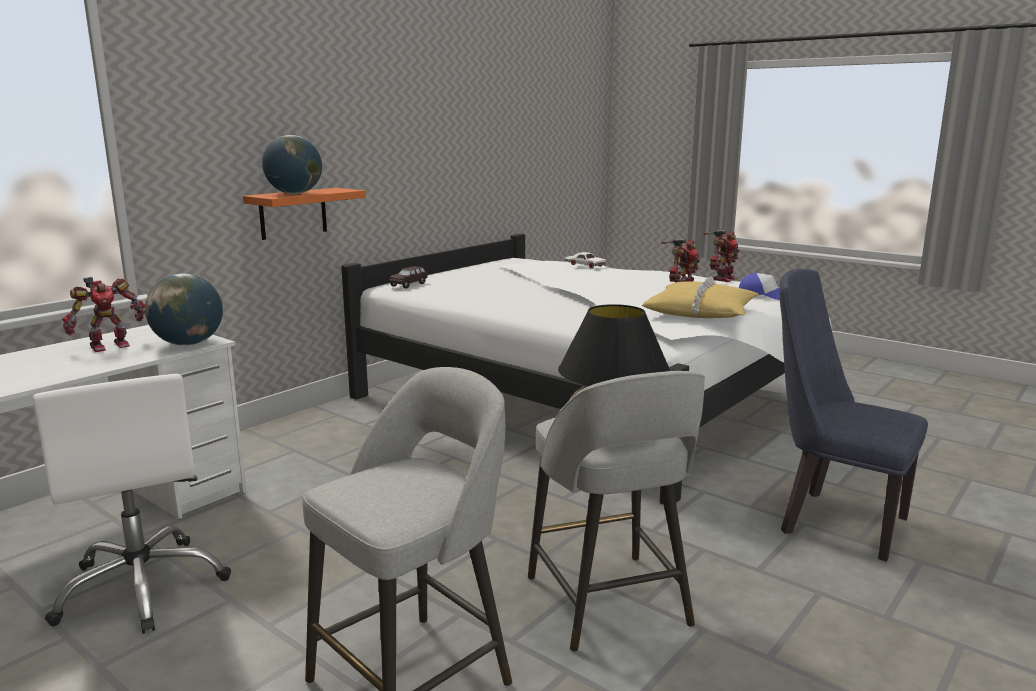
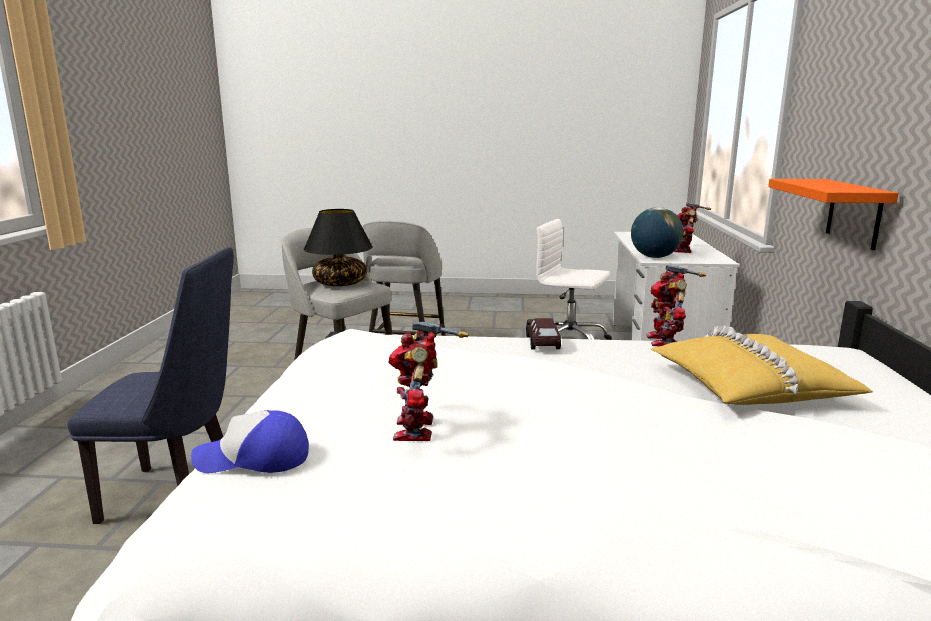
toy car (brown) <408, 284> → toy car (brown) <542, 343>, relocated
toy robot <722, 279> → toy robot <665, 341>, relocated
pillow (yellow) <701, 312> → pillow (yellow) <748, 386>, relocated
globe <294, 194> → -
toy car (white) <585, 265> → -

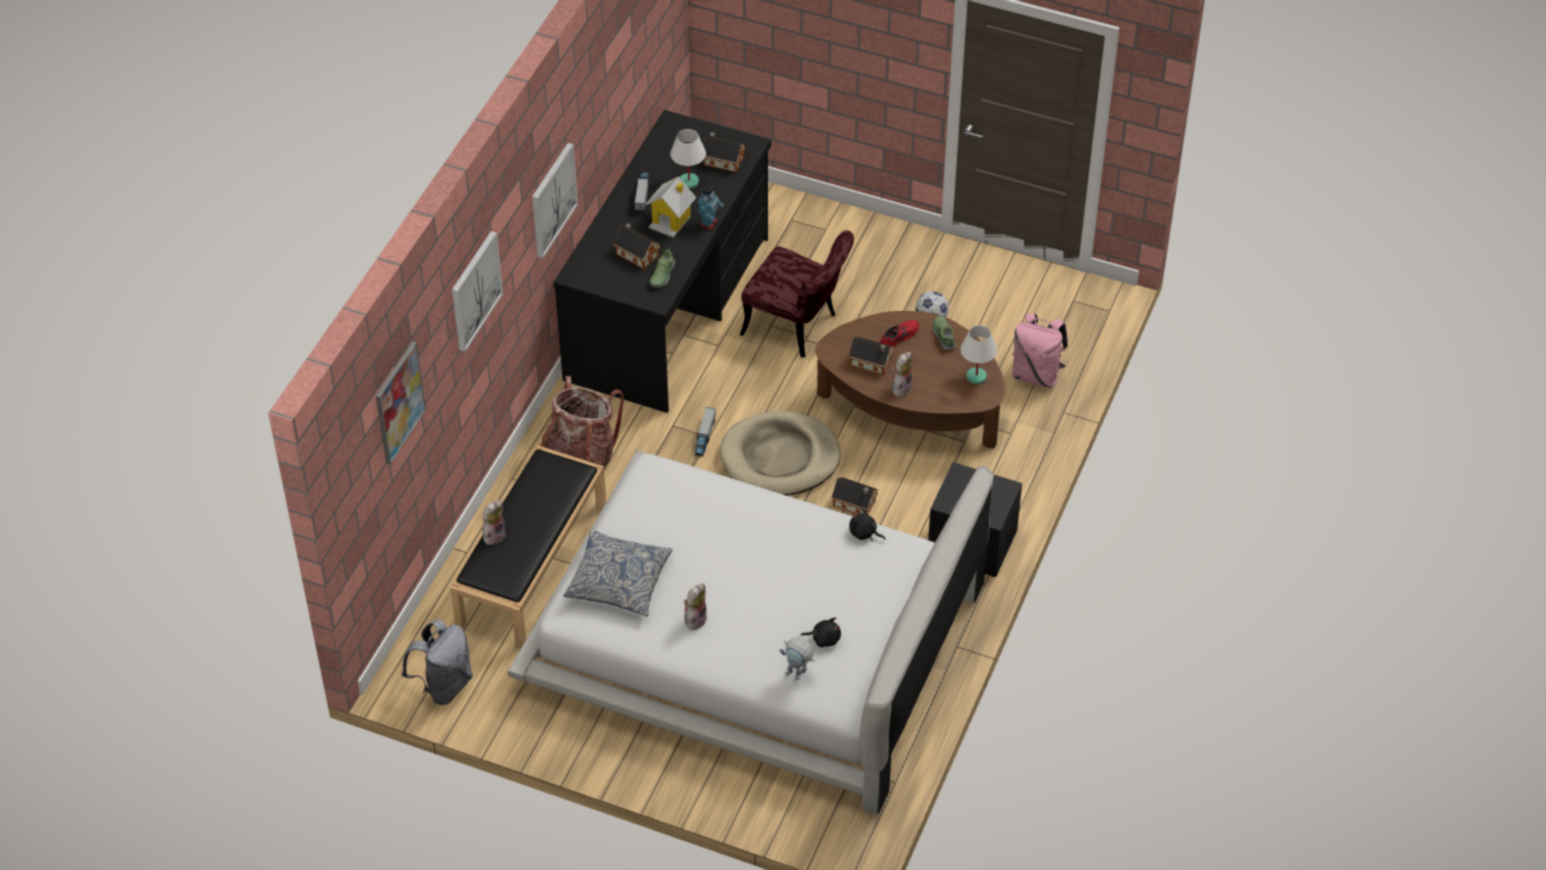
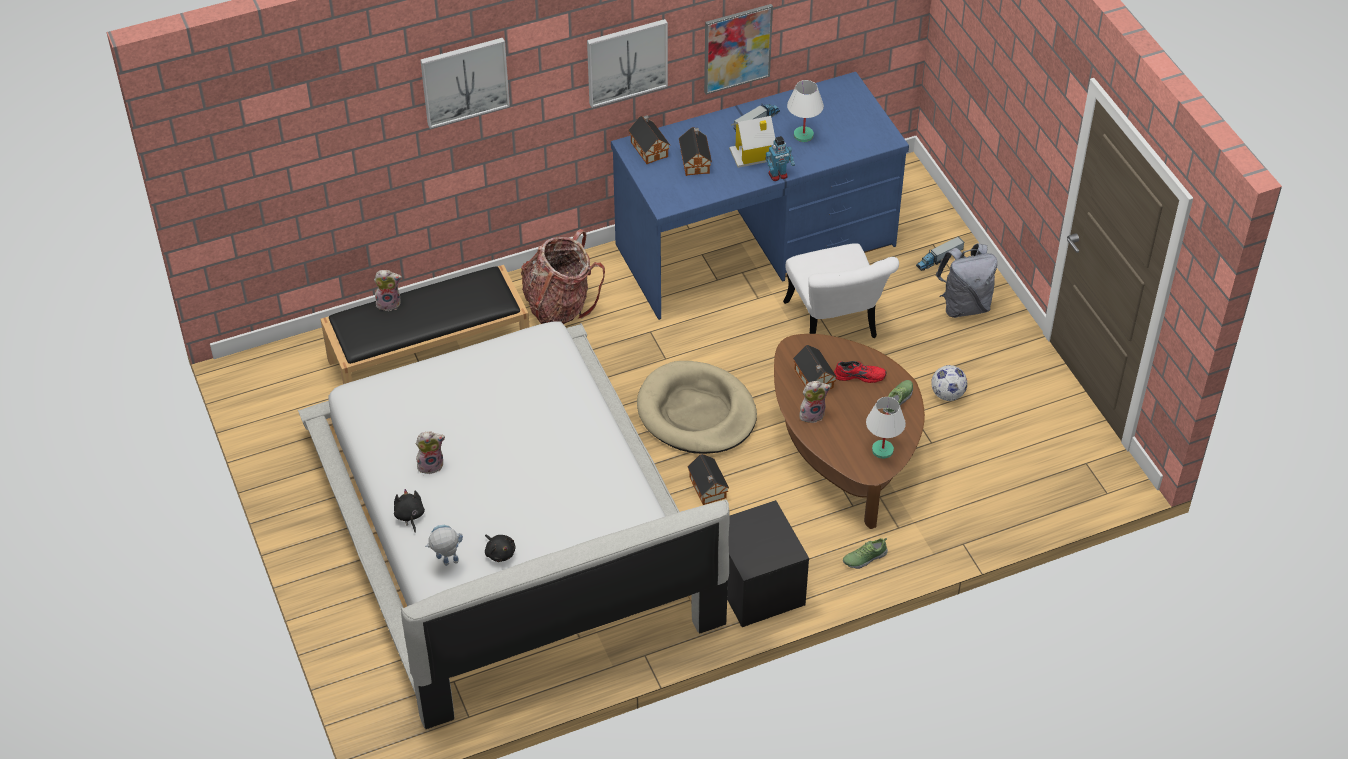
plush toy (black) <864, 533> → plush toy (black) <409, 516>, relocated
toy robot <798, 675> → toy robot <446, 564>, 90 degrees clockwise
desk (black) <670, 309> → desk (blue) <756, 247>
toy house <722, 160> → toy house <649, 148>, relocated
picture <399, 402> → picture <737, 48>, relocated
chair (red) <798, 327> → chair (white) <834, 327>
shoe <662, 275> → shoe <864, 557>, relocated
toy truck <704, 437> → toy truck <939, 259>, relocated
backpack (grey) <444, 685> → backpack (grey) <964, 305>, relocated
pillow <619, 581> → -
backpack (pink) <1036, 374> → -

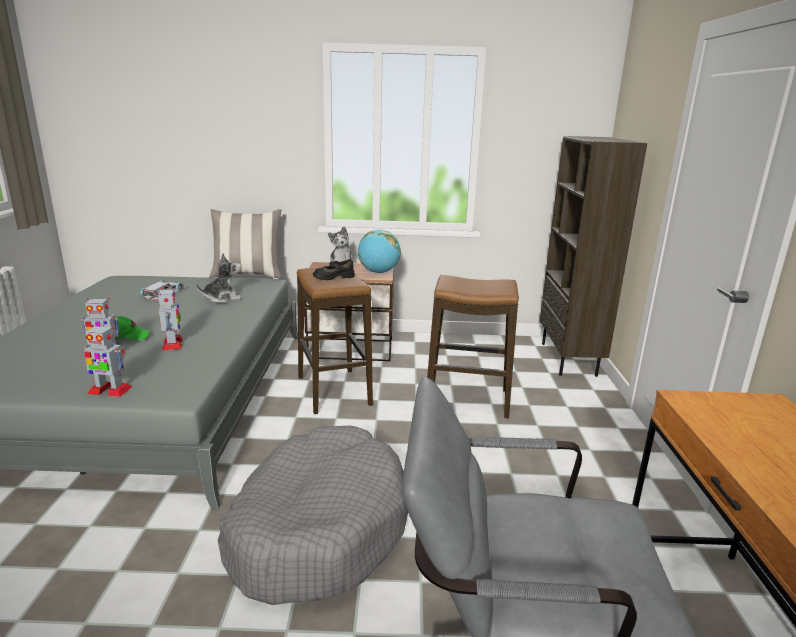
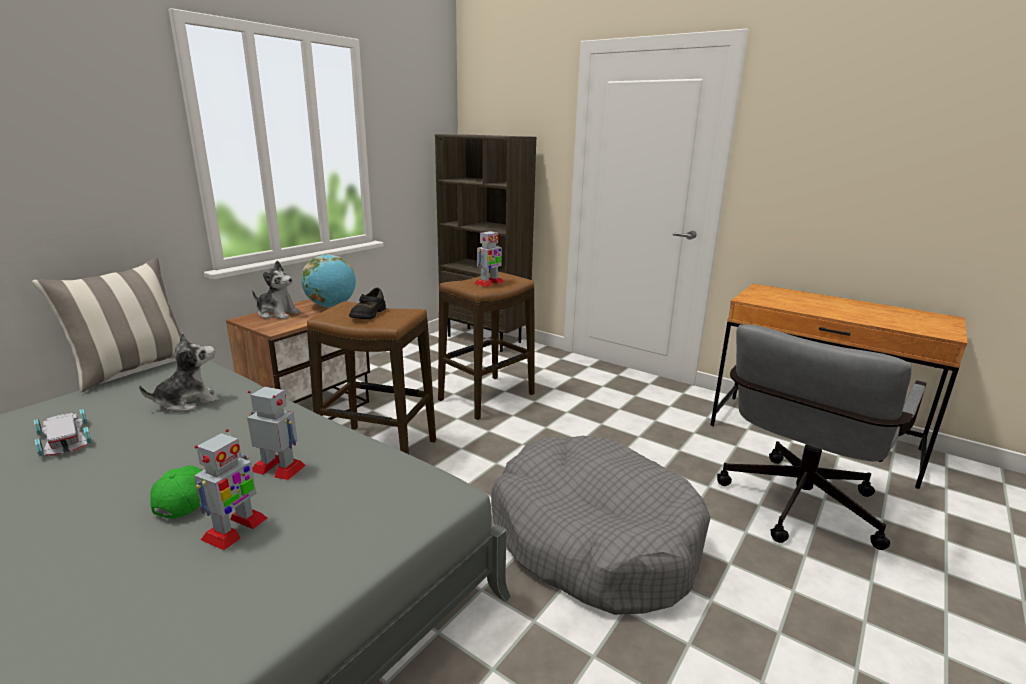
plush toy <222, 298> → plush toy <188, 402>, 45 degrees clockwise
toy robot <109, 390> → toy robot <489, 283>, relocated

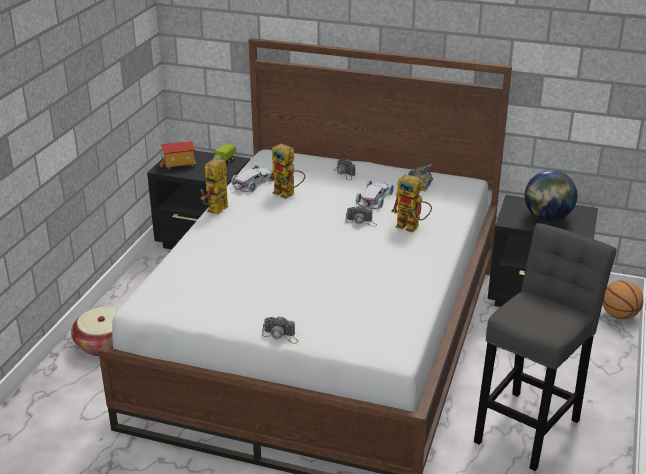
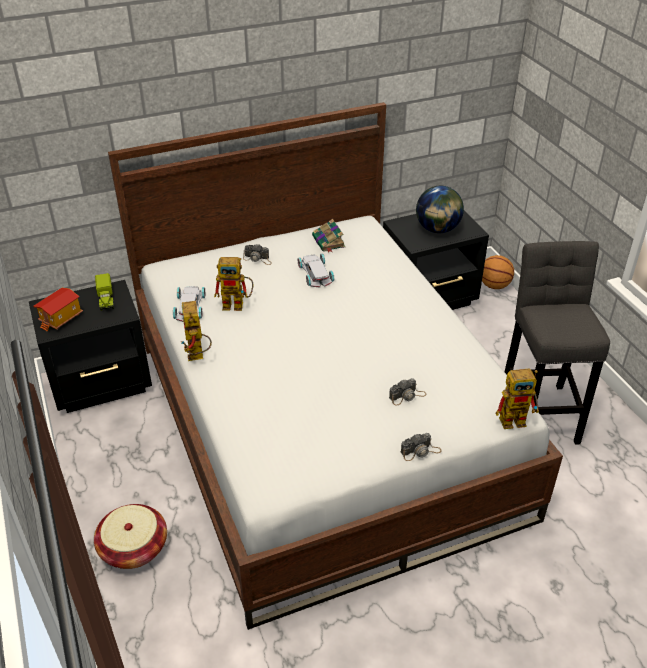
photo camera <361, 221> → photo camera <407, 396>, relocated
toy robot <412, 227> → toy robot <517, 419>, relocated

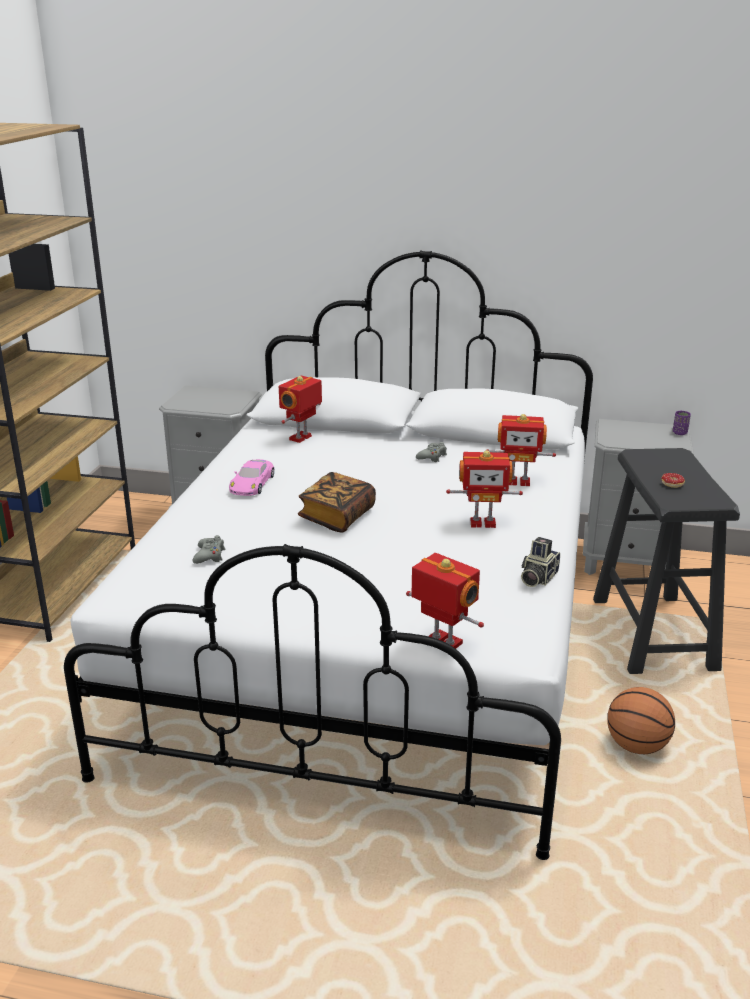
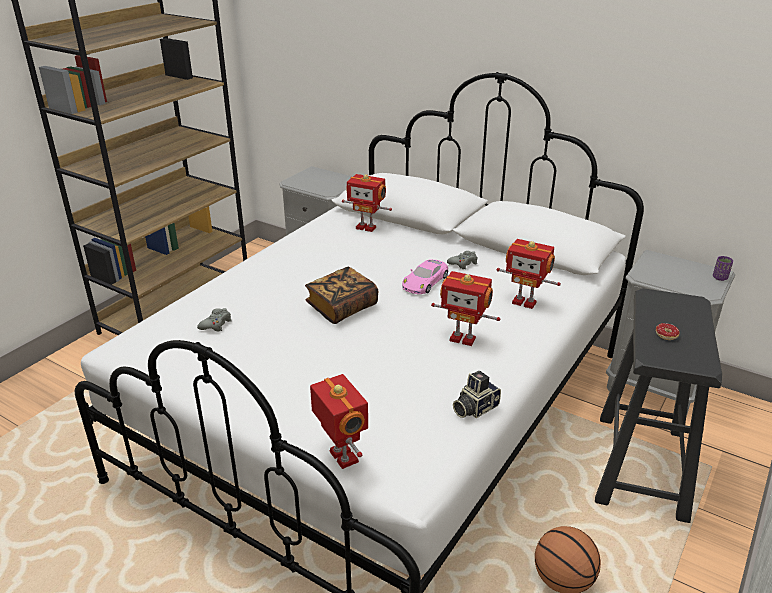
toy robot <301, 438> → toy robot <366, 227>, 120 degrees counterclockwise
toy car (pink) <252, 483> → toy car (pink) <425, 281>, relocated

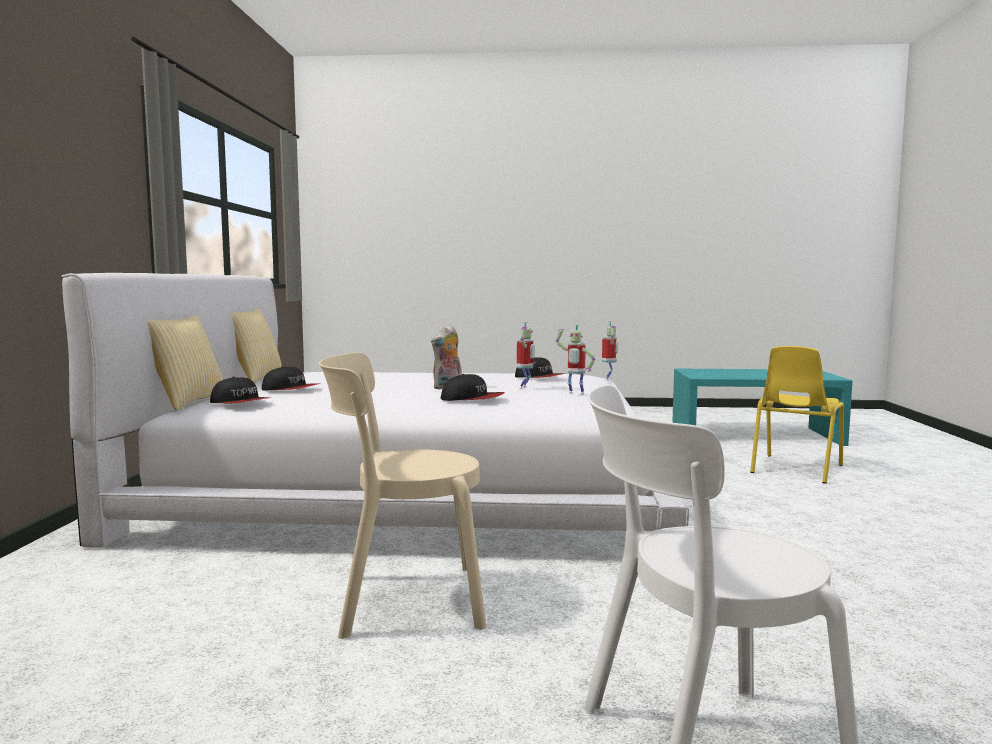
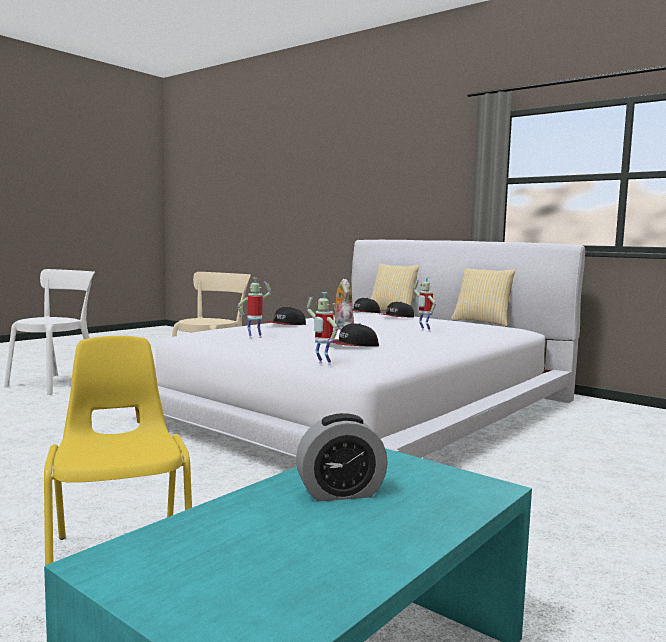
- → alarm clock <340, 493>
toy robot <525, 388> → toy robot <424, 330>, relocated

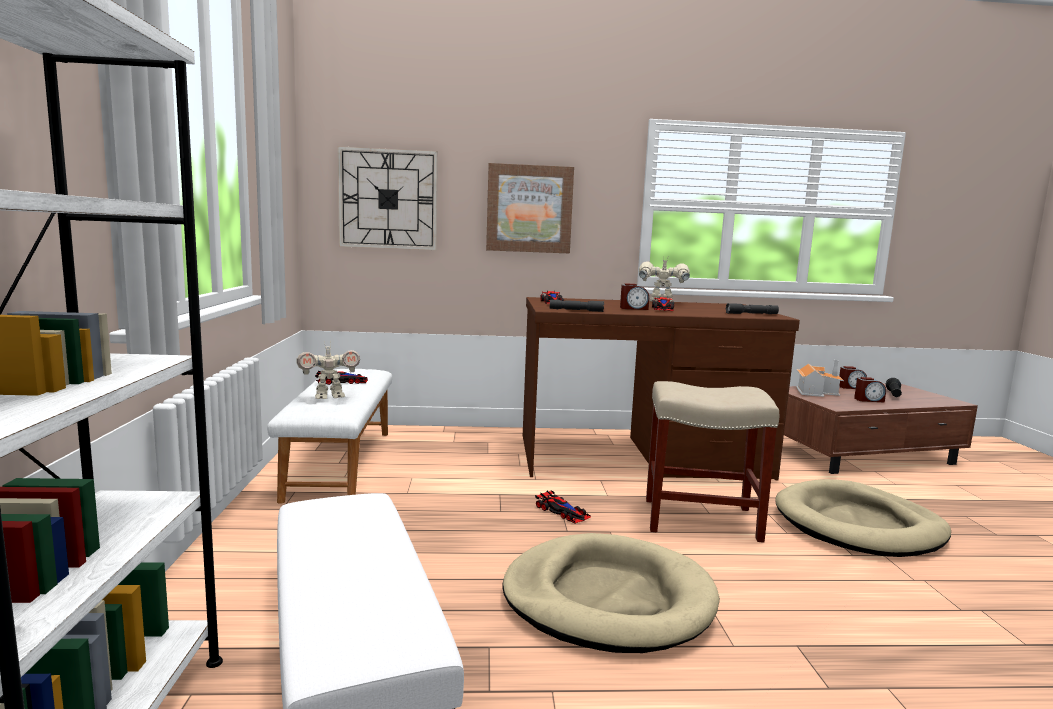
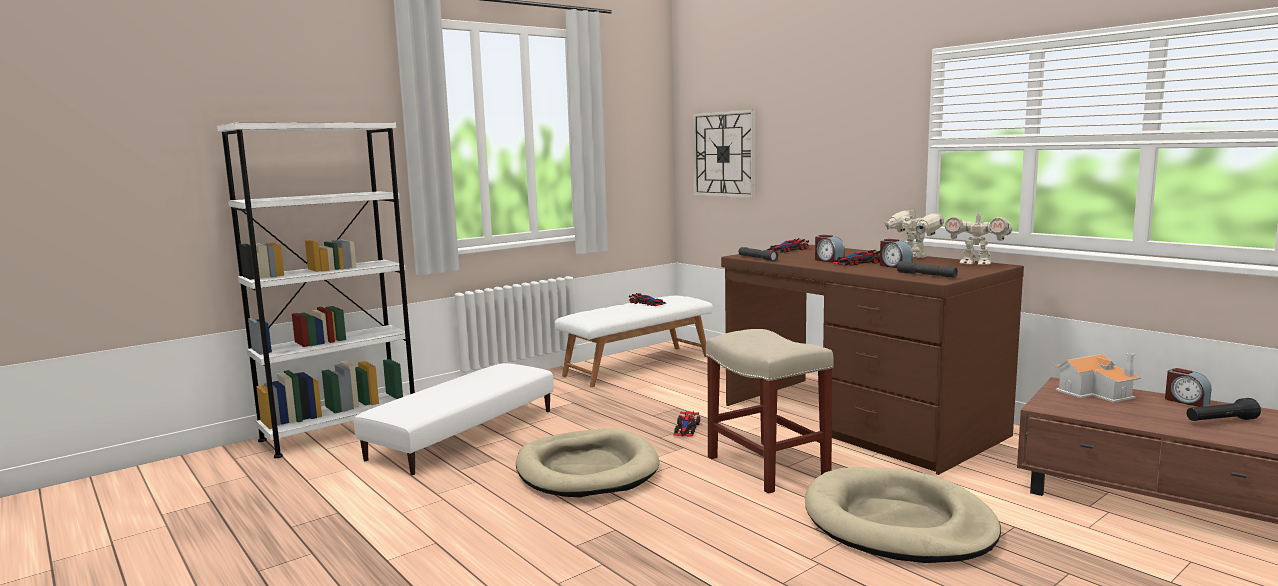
alarm clock <868, 400> → alarm clock <894, 266>, relocated
toy robot <329, 397> → toy robot <975, 264>, relocated
picture <529, 209> → -

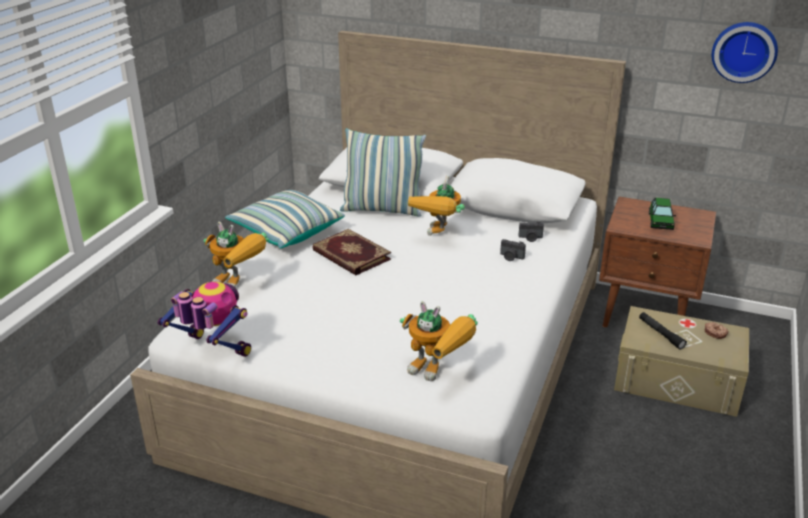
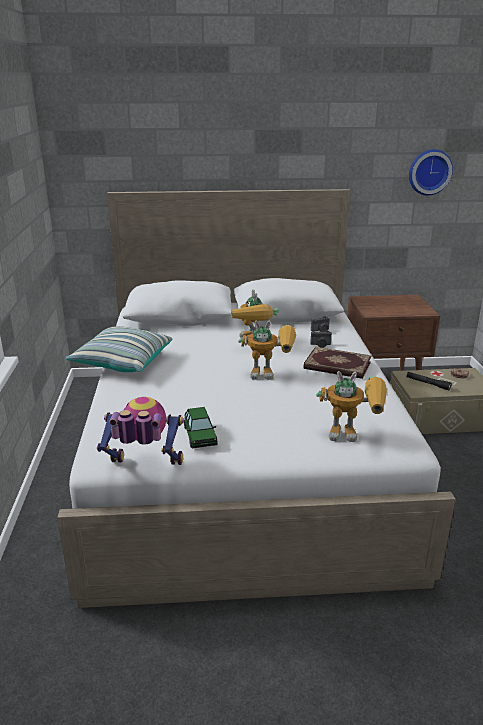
toy car <660, 221> → toy car <200, 436>, relocated
toy robot <239, 284> → toy robot <271, 374>, relocated
book <350, 255> → book <337, 366>, relocated
pillow <382, 210> → -

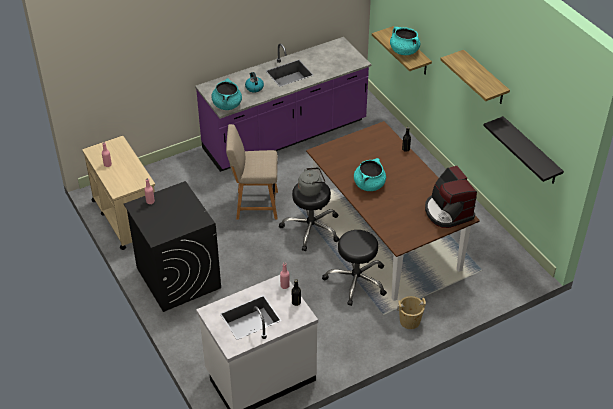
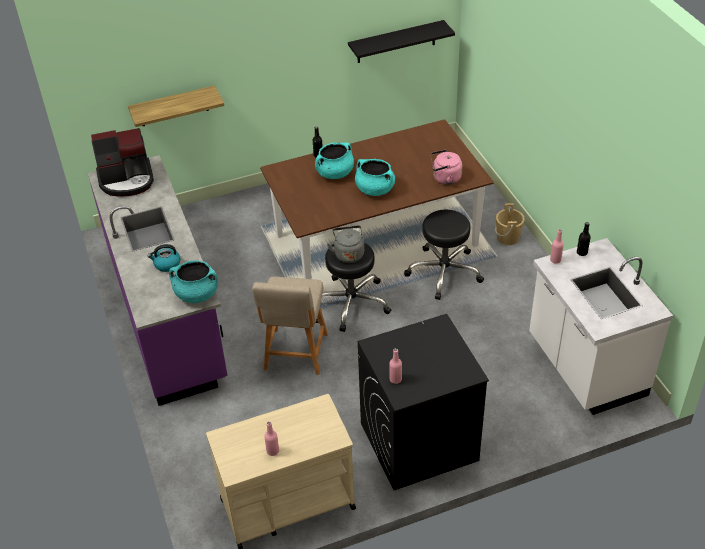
coffee machine <448, 212> → coffee machine <127, 180>, relocated
cooking pot (turquoise) <404, 51> → cooking pot (turquoise) <335, 173>, relocated
- → kettle (pink) <445, 178>
shelf <485, 78> → -

